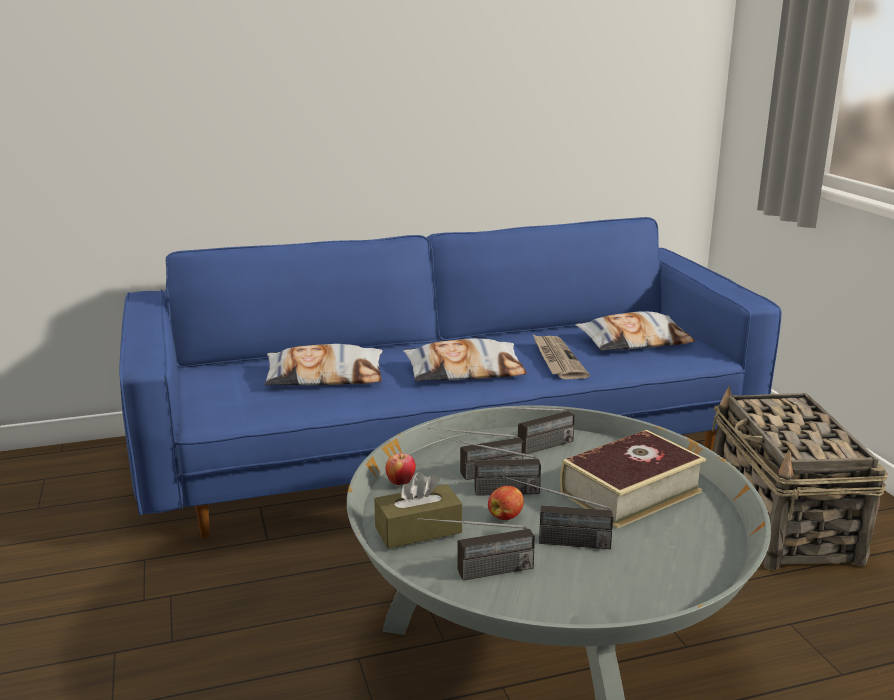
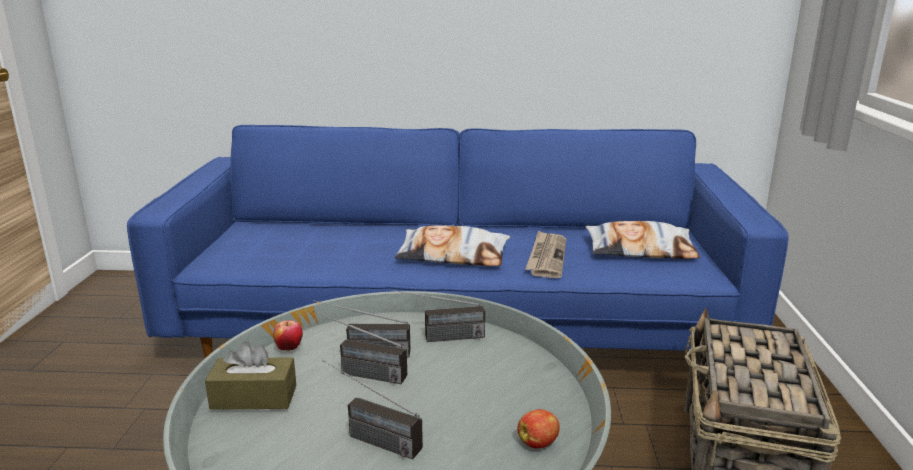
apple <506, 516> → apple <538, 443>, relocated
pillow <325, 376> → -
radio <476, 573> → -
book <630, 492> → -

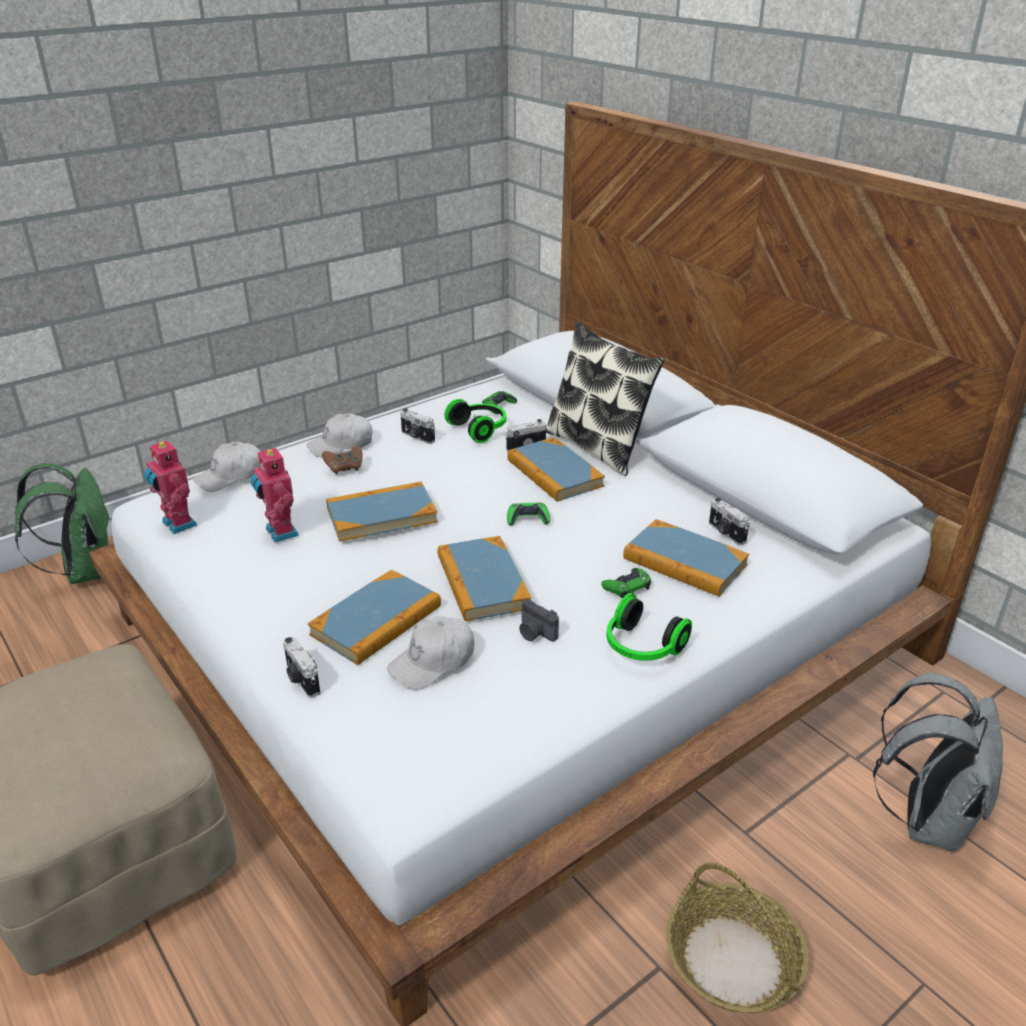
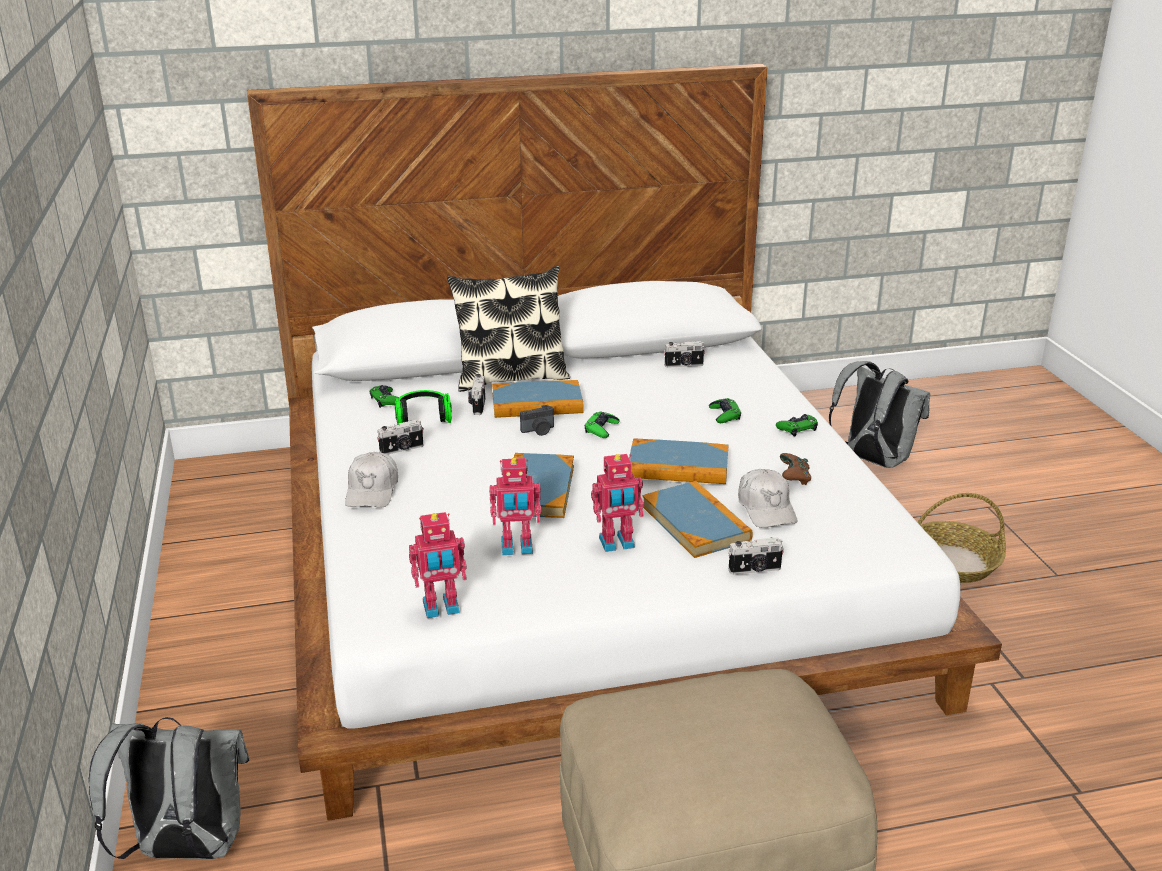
backpack (green) <85, 570> → backpack (grey) <187, 849>
photo camera <535, 633> → photo camera <539, 431>, relocated
- → toy robot <617, 544>
headphones <641, 647> → game controller (green) <797, 428>
game controller (brown) <344, 468> → game controller (brown) <794, 478>, relocated
cap (white) <231, 476> → -
book <684, 562> → -

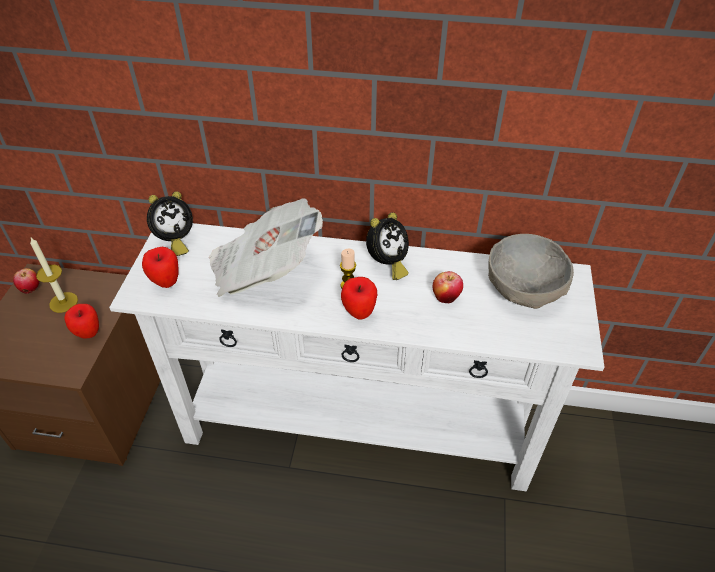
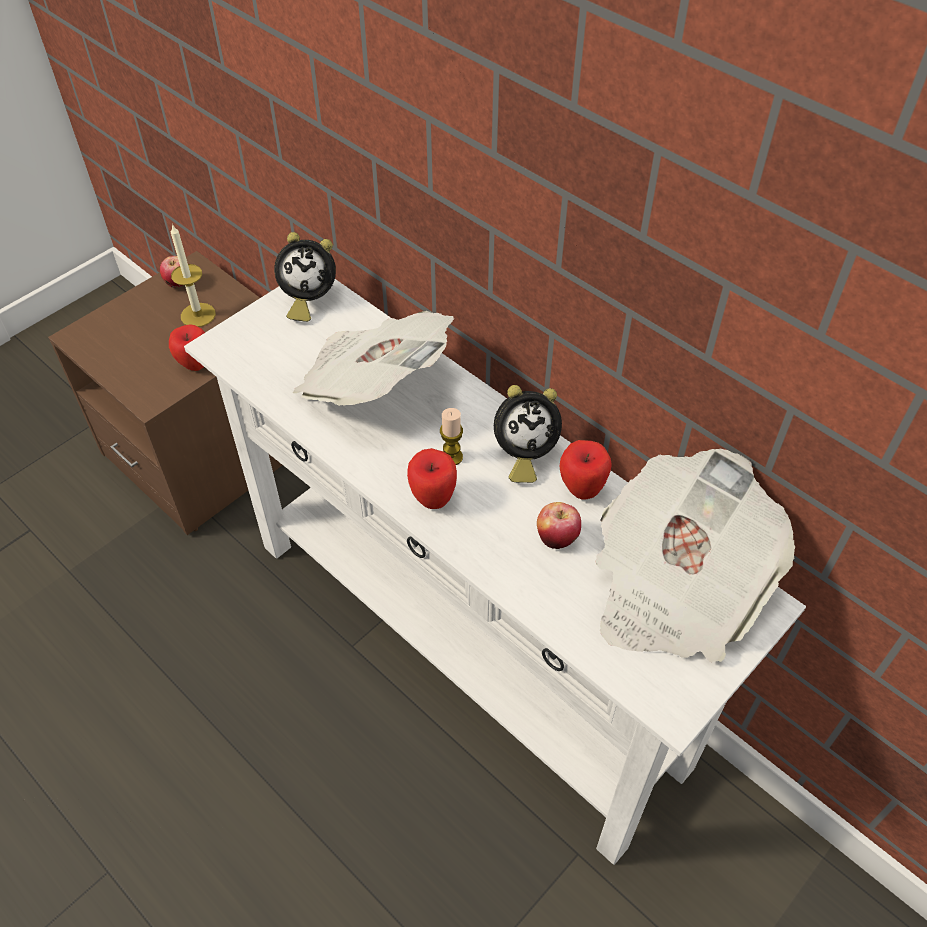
apple <166, 283> → apple <581, 490>, relocated
bowl (grey) <525, 288> → newspaper <674, 586>

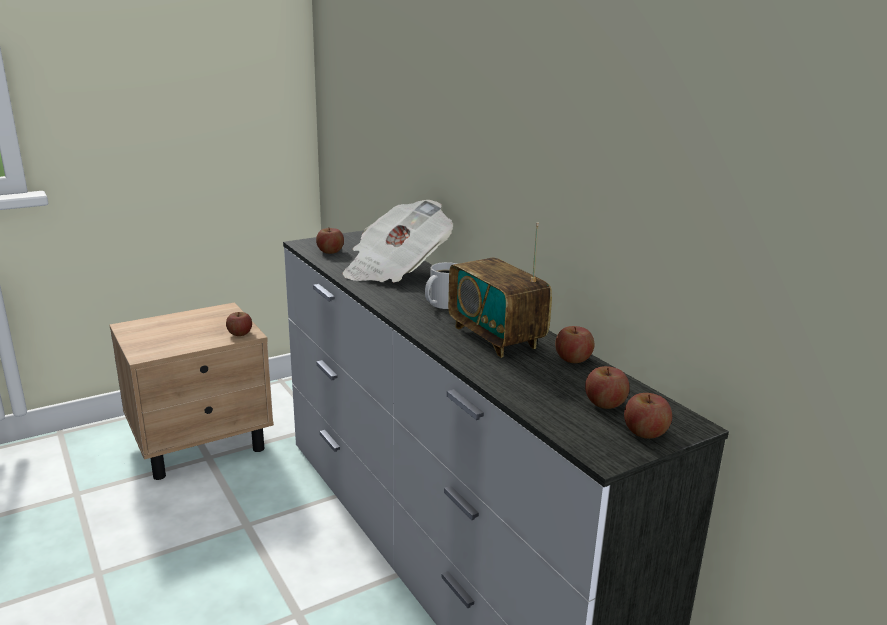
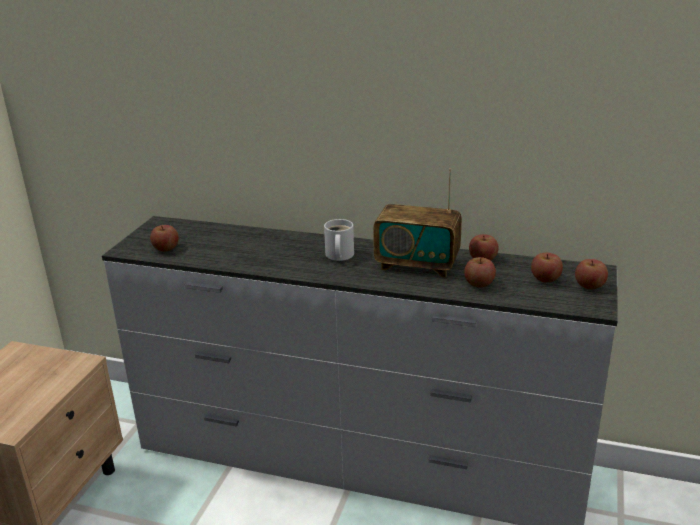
apple <240, 333> → apple <479, 283>, relocated
newspaper <395, 270> → -

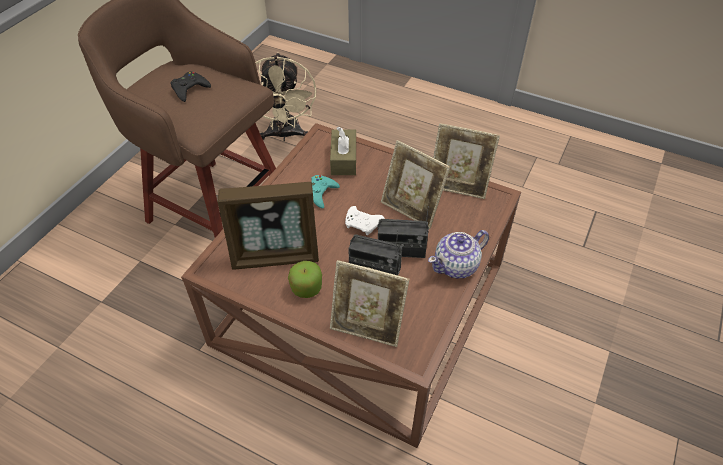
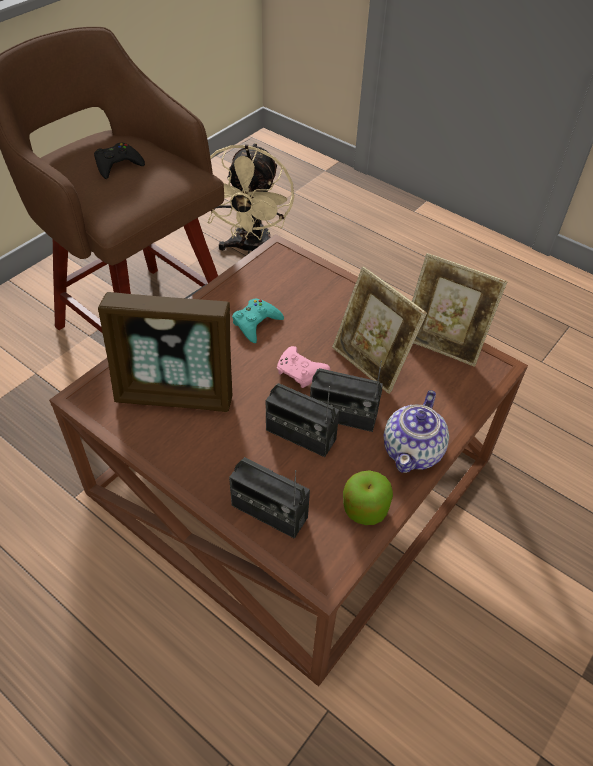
picture frame <367, 327> → radio <269, 511>
game controller (white) <363, 225> → game controller (pink) <301, 373>
apple <306, 288> → apple <365, 509>, relocated
teapot <456, 266> → teapot <413, 451>, 45 degrees counterclockwise
tissue box (brown) <343, 159> → -

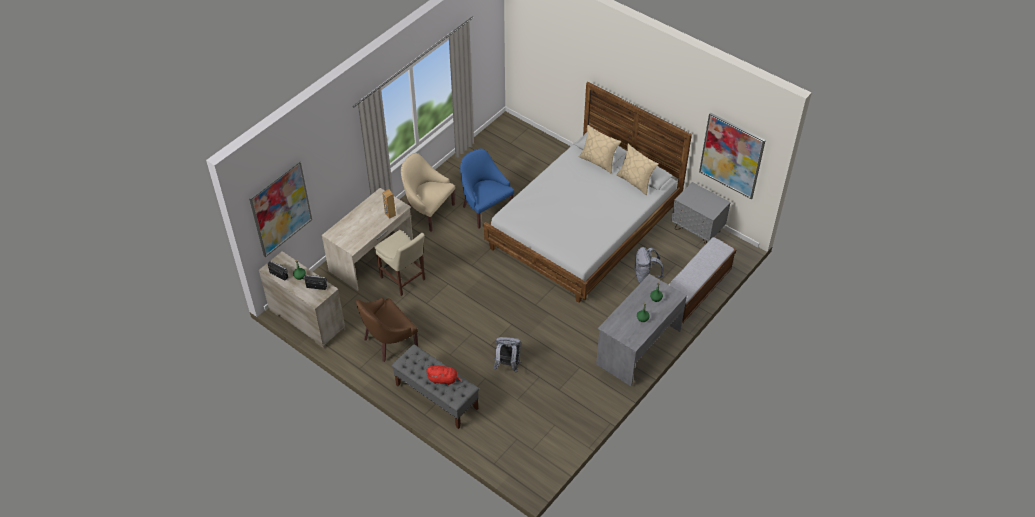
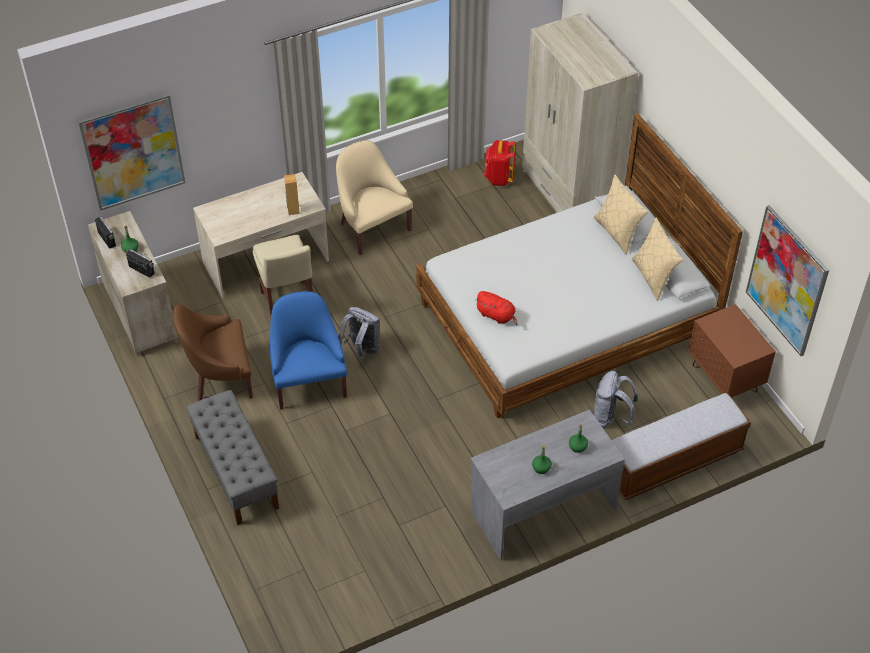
armchair (blue) <485, 208> → armchair (blue) <308, 382>, relocated
backpack (grey) <507, 365> → backpack (grey) <361, 350>, relocated
plush toy (red) <444, 379> → plush toy (red) <497, 316>, relocated
- → backpack (red) <499, 178>
- → wardrobe (beige) <569, 193>
nightstand (grey) <697, 231> → nightstand (brown) <724, 379>

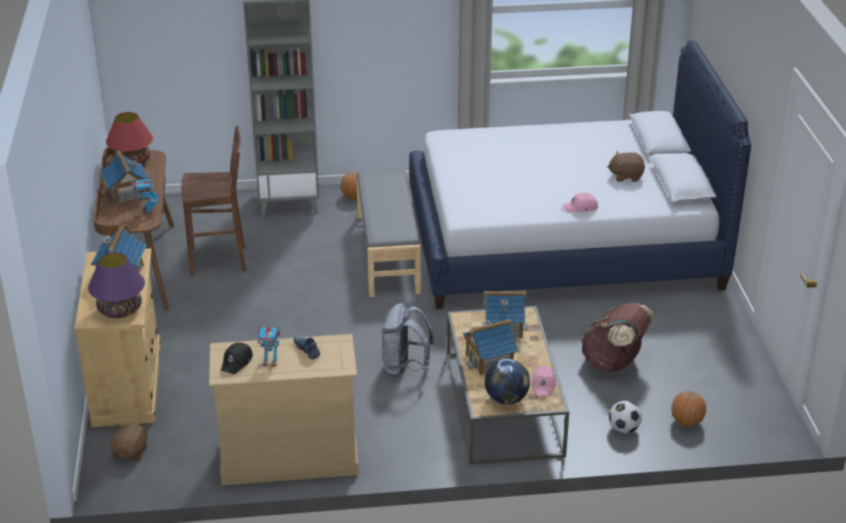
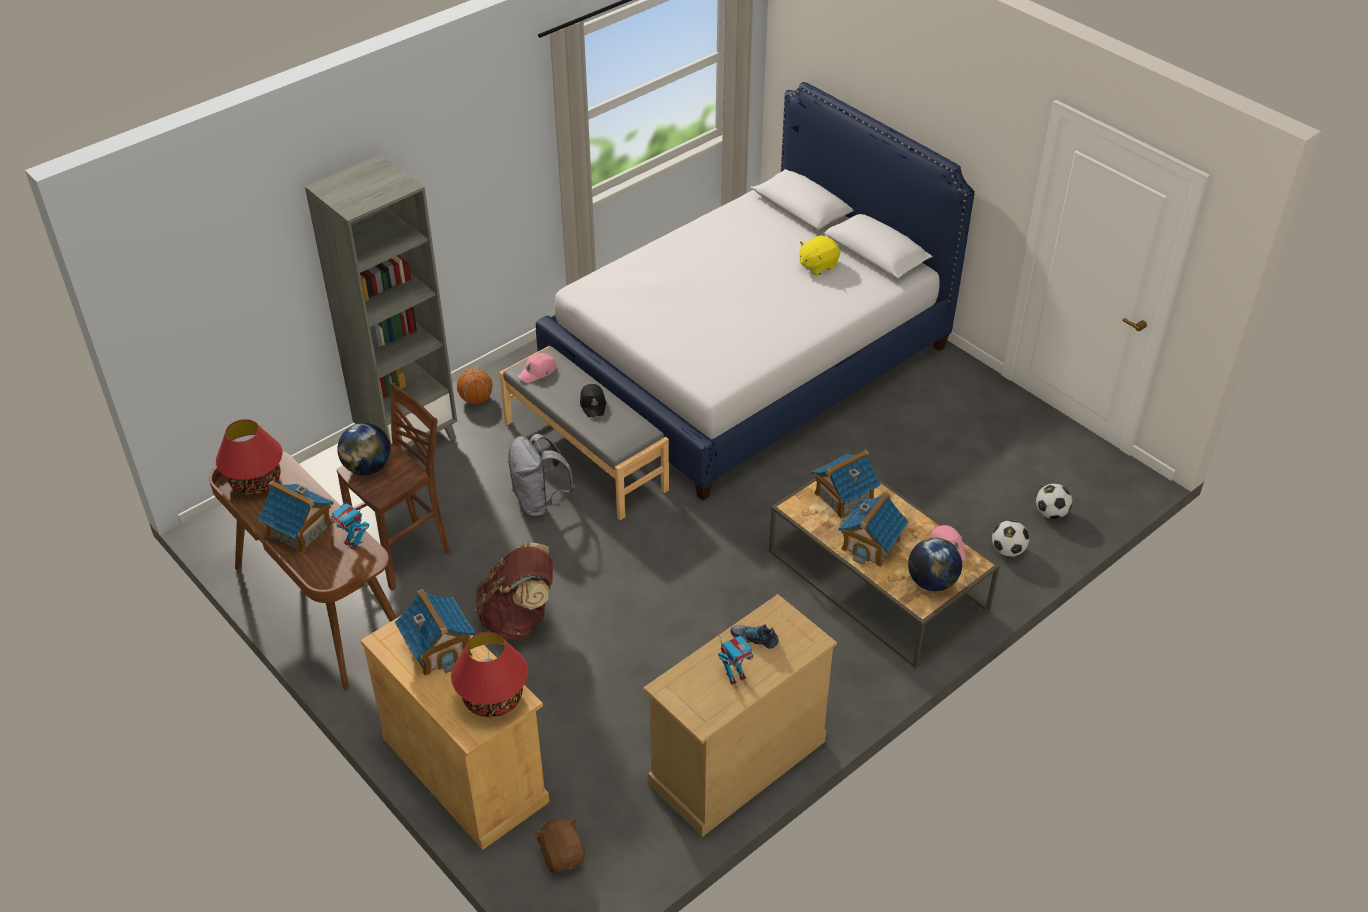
- → globe <367, 468>
table lamp (purple) <119, 310> → table lamp (red) <493, 699>
backpack (brown) <613, 363> → backpack (brown) <519, 618>, relocated
backpack (grey) <405, 367> → backpack (grey) <540, 501>, relocated
cap (pink) <580, 207> → cap (pink) <537, 372>, relocated
cap (black) <237, 362> → cap (black) <593, 404>, relocated
plush toy (brown) <626, 176> → plush toy (yellow) <817, 265>
basketball <687, 422> → football <1051, 513>

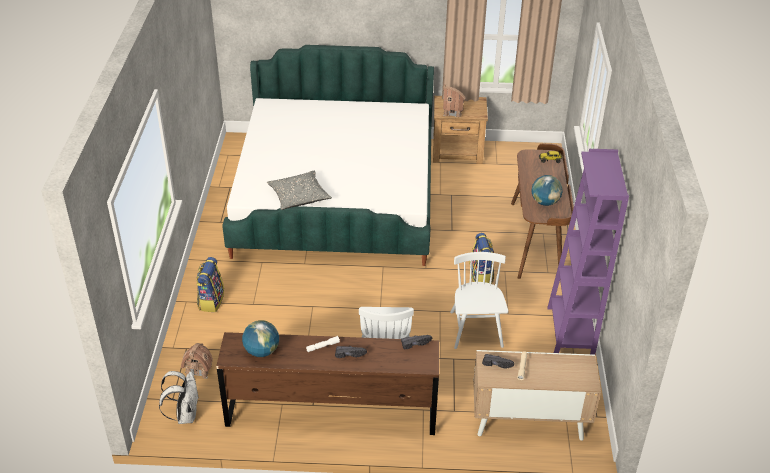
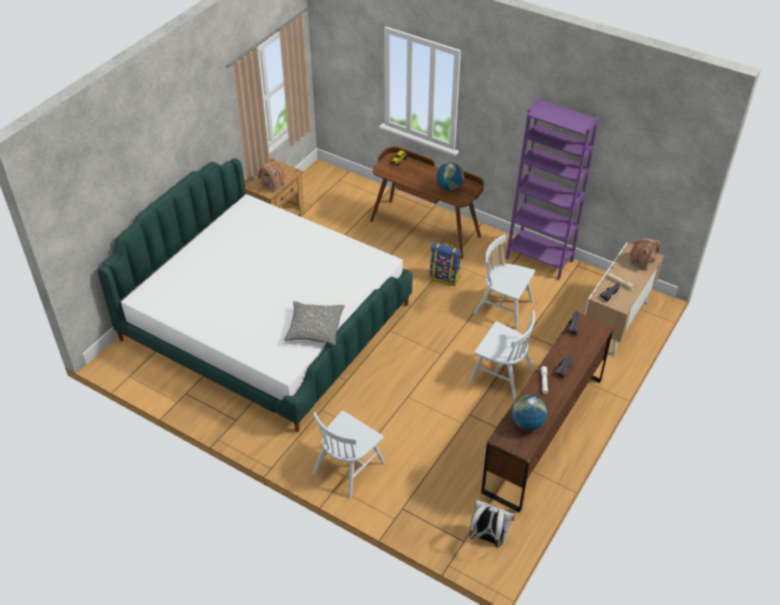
backpack <211, 301> → chair (white) <349, 467>
toy house <199, 369> → toy house <642, 262>, relocated

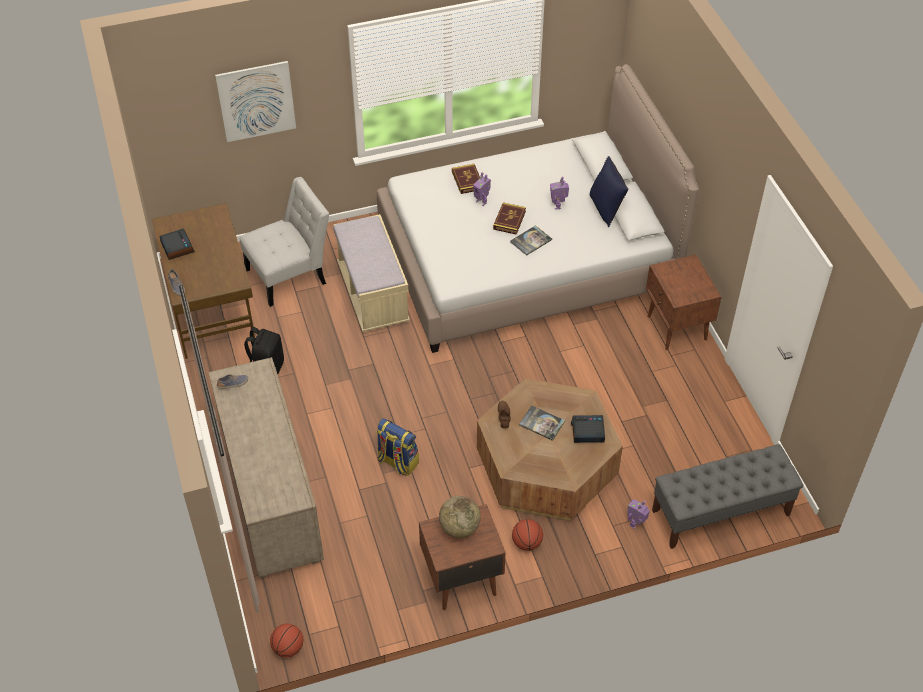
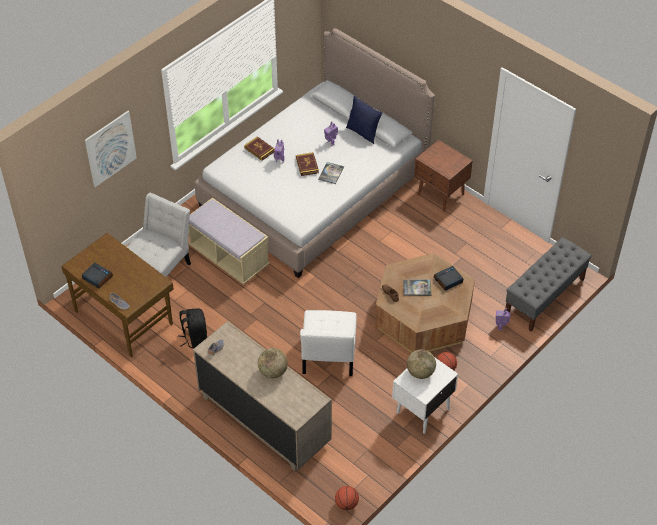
- → globe <273, 371>
backpack <397, 462> → chair (white) <328, 358>
nightstand (brown) <460, 580> → nightstand (white) <422, 411>

